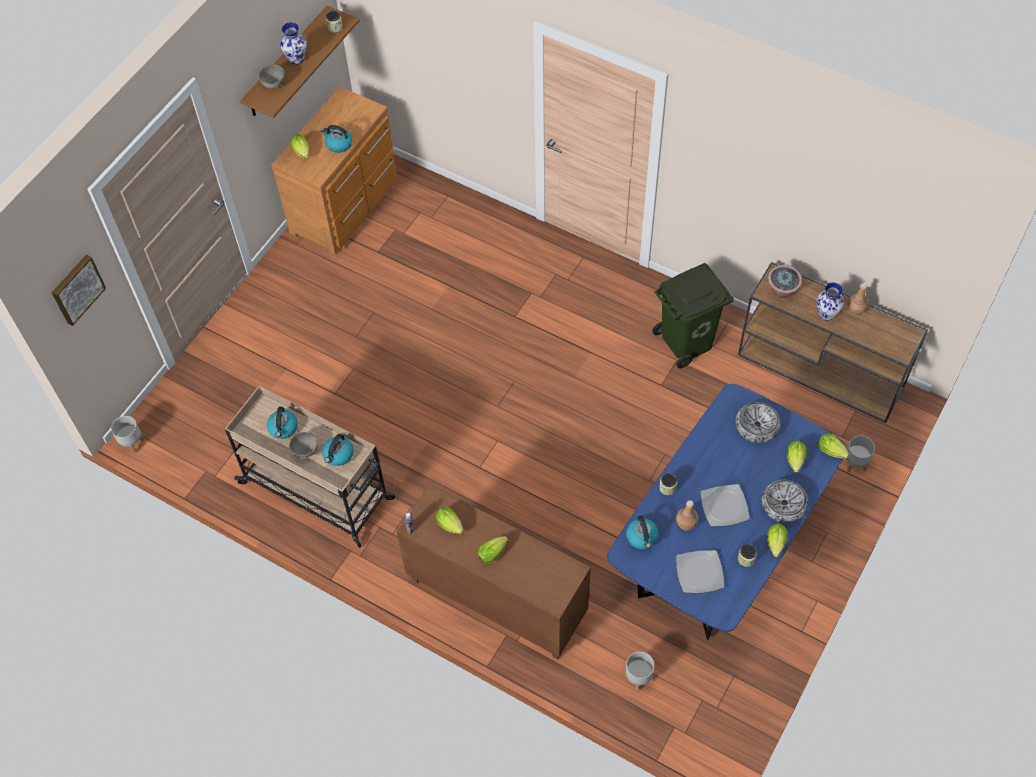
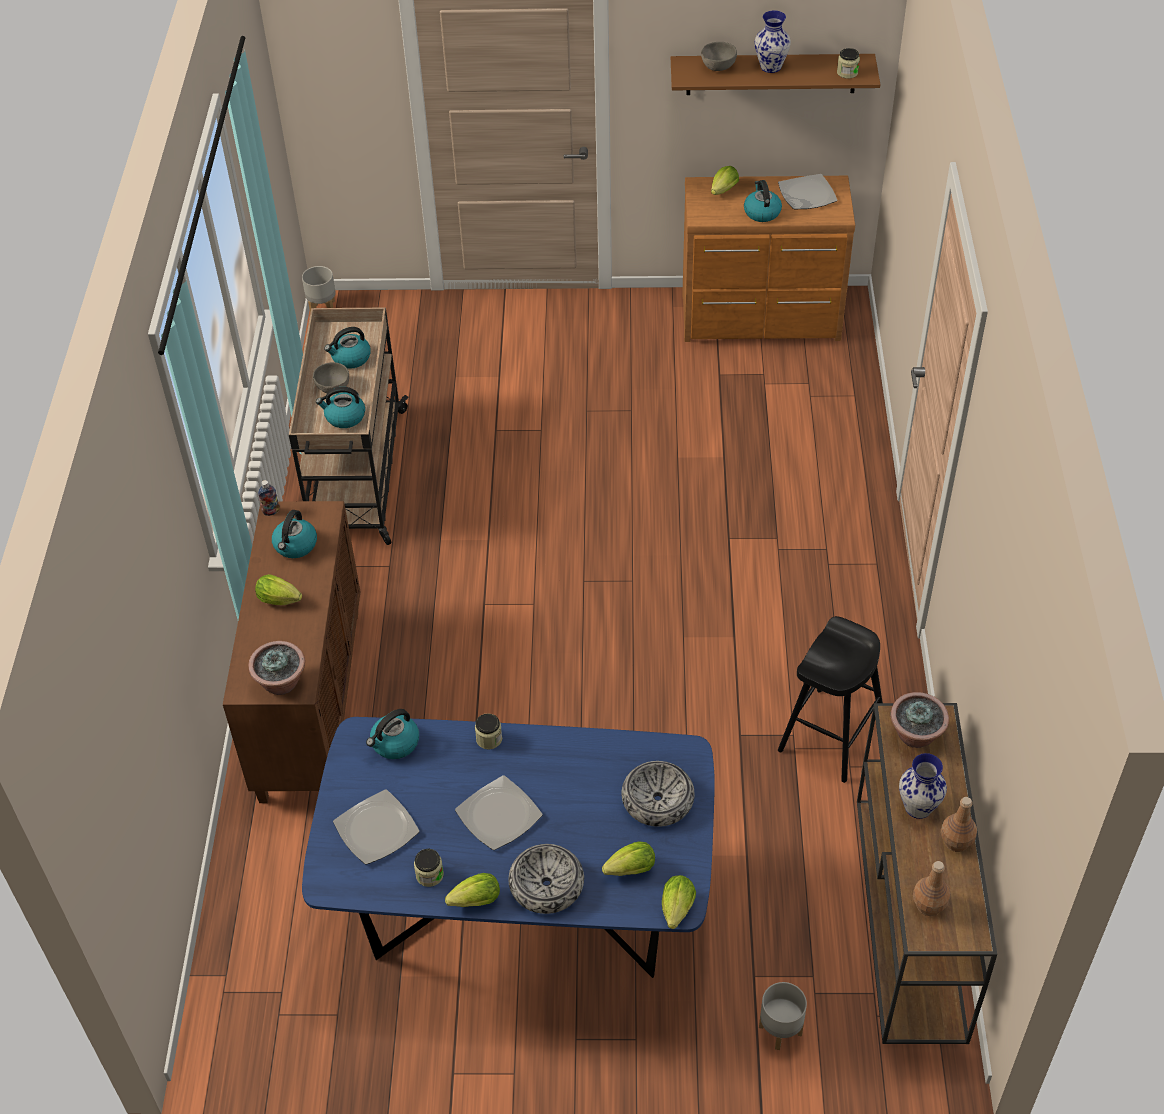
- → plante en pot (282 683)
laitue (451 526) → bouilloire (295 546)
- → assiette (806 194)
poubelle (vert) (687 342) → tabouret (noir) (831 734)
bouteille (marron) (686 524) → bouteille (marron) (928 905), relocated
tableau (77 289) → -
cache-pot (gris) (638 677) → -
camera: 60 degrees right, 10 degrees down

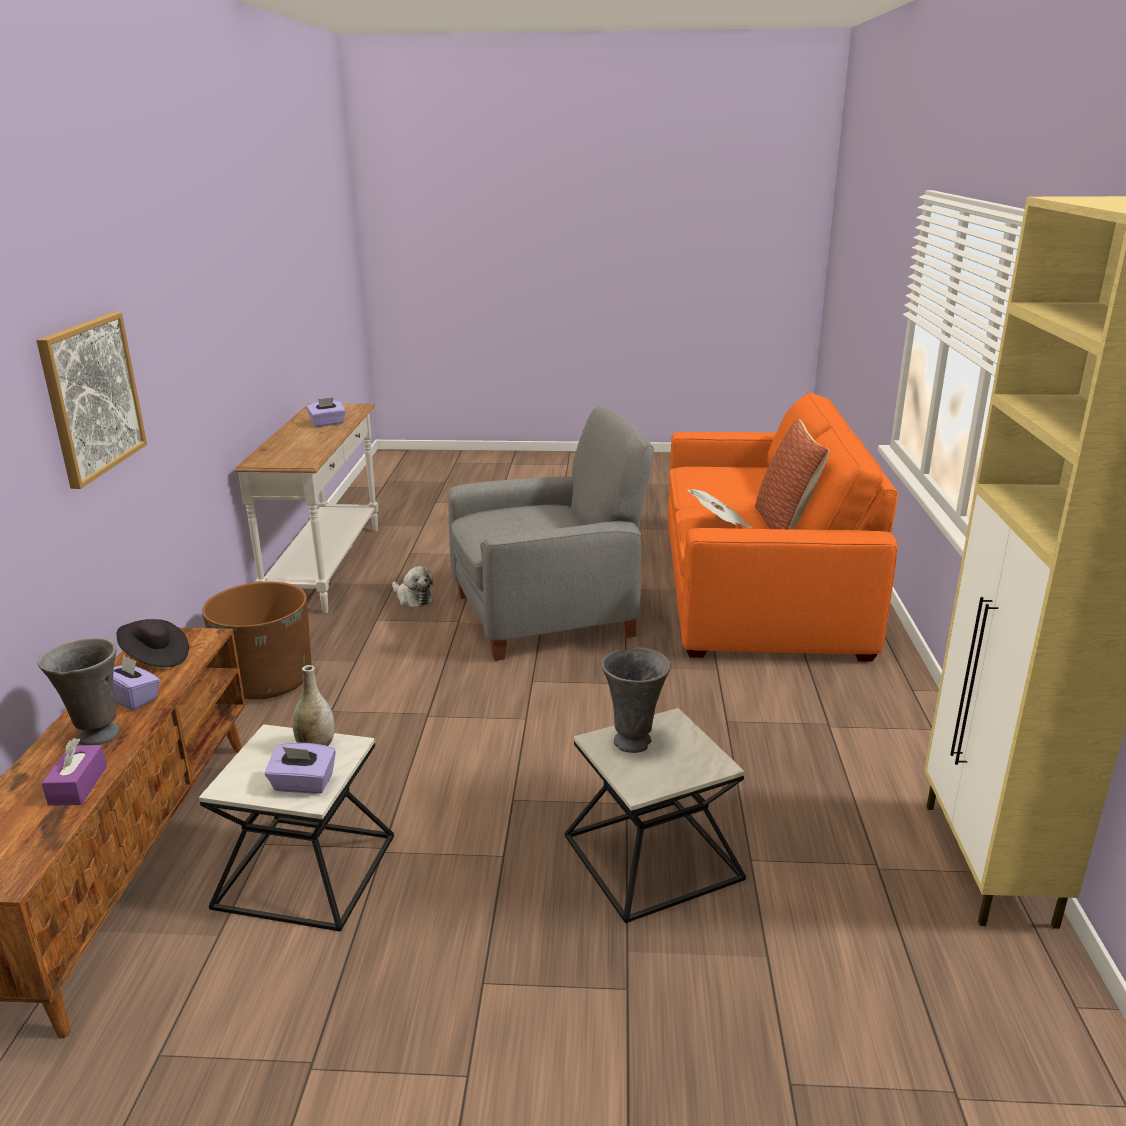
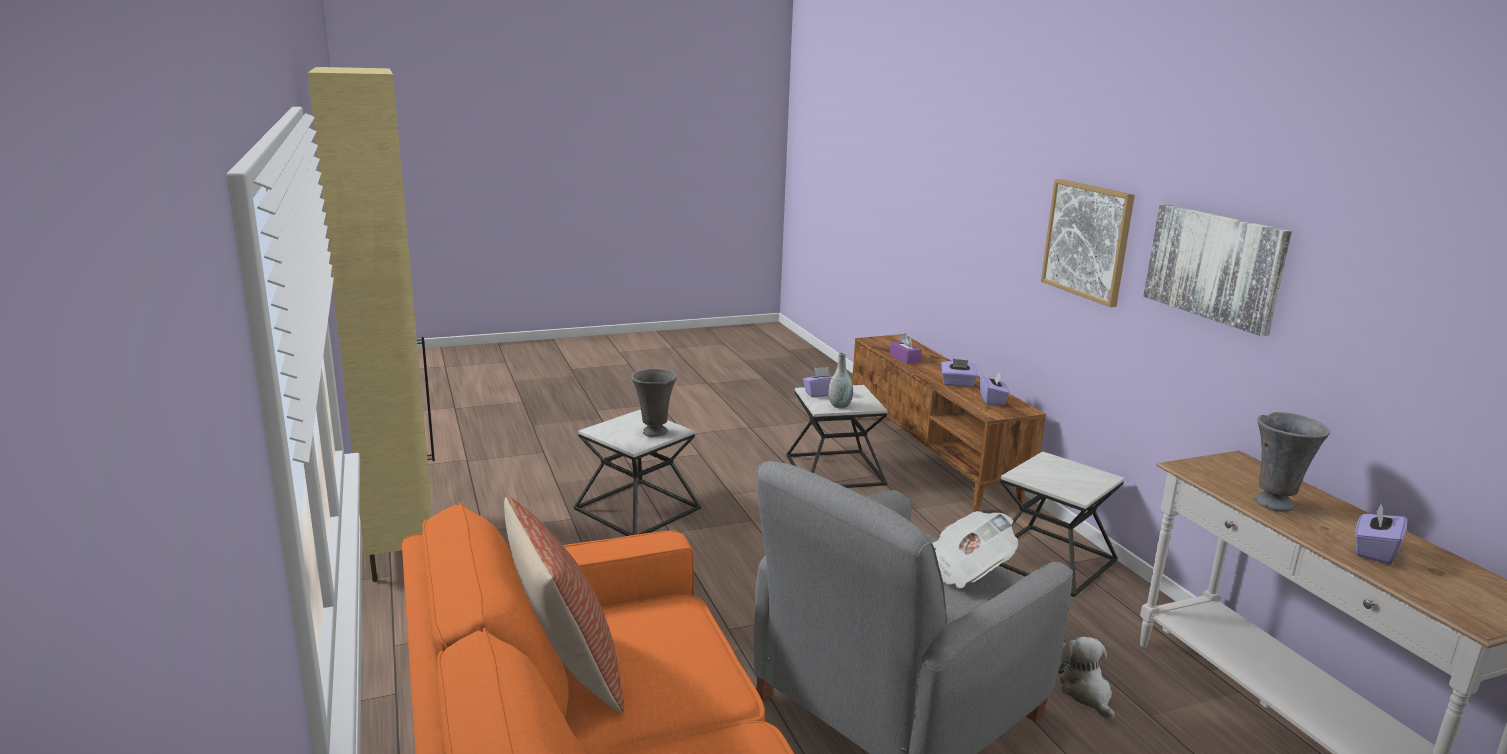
journal (719 525) → journal (964 570), relocated
chapeau (noir) (155 658) → boîte à mouchoirs (violet) (993 400)
cache-pot (marron) (267 681) → table d'appoint (1051 559)
peluche (413 598) → peluche (1087 693), 60 degrees clockwise
- → tableau (1214 266)
vase (gris) (97 736) → vase (gris) (1274 503), relocated
camera: 155 degrees right, 5 degrees down

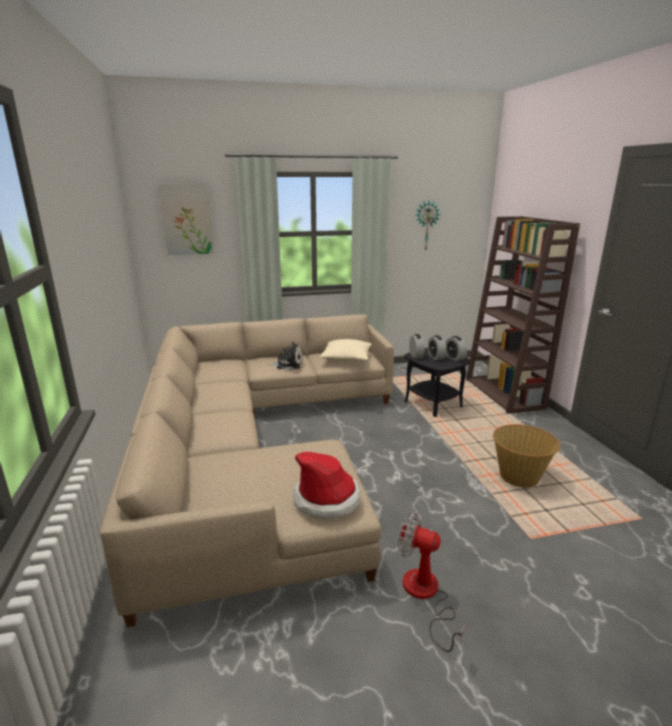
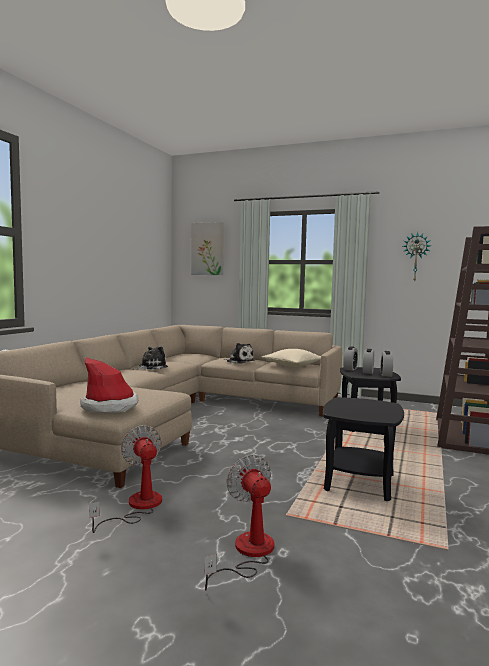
- → peluche (151 367)
- → ventilateur (247 553)
panier (519 477) → table d'appoint (noir) (359 483)
camera: 35 degrees right, 15 degrees down

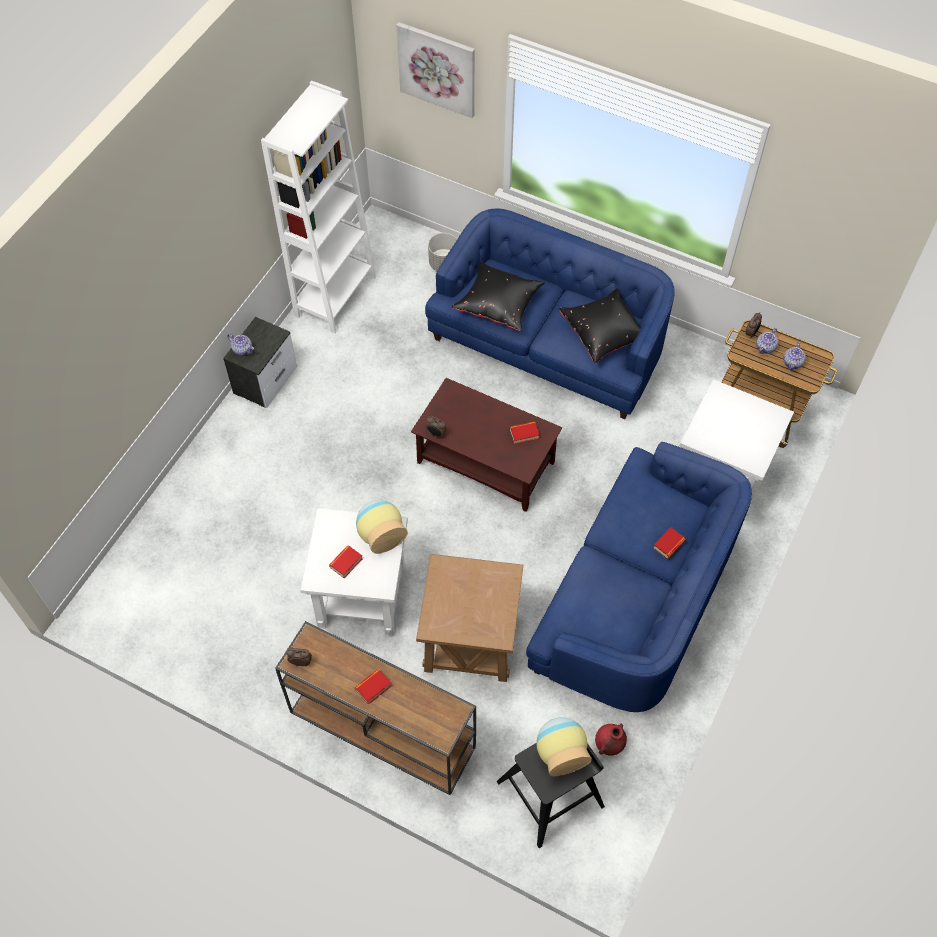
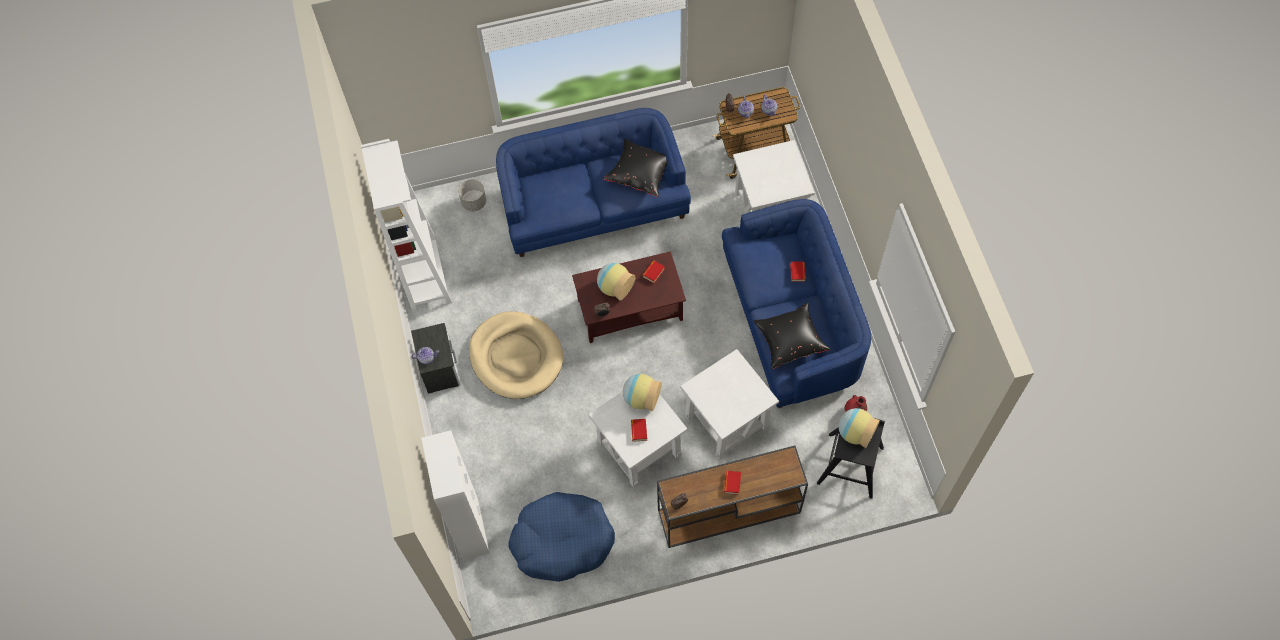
- → meuble de rangement (blanc) (470 529)
- → panier pour chien (beige) (516 357)
- → panier pour chien (bleu) (562 541)
- → vase (614 287)
table d'appoint (marron) (471 640) → table d'appoint (blanc) (726 420)
coussin (noir) (498 305) → coussin (noir) (789 340), relocated
tableau (437 68) → -
camera: 40 degrees left, 5 degrees up

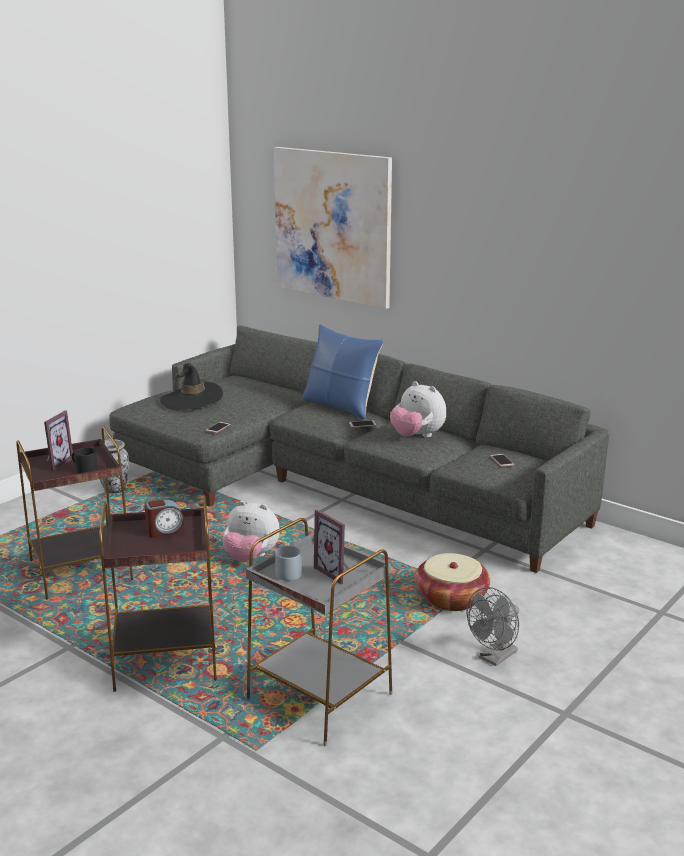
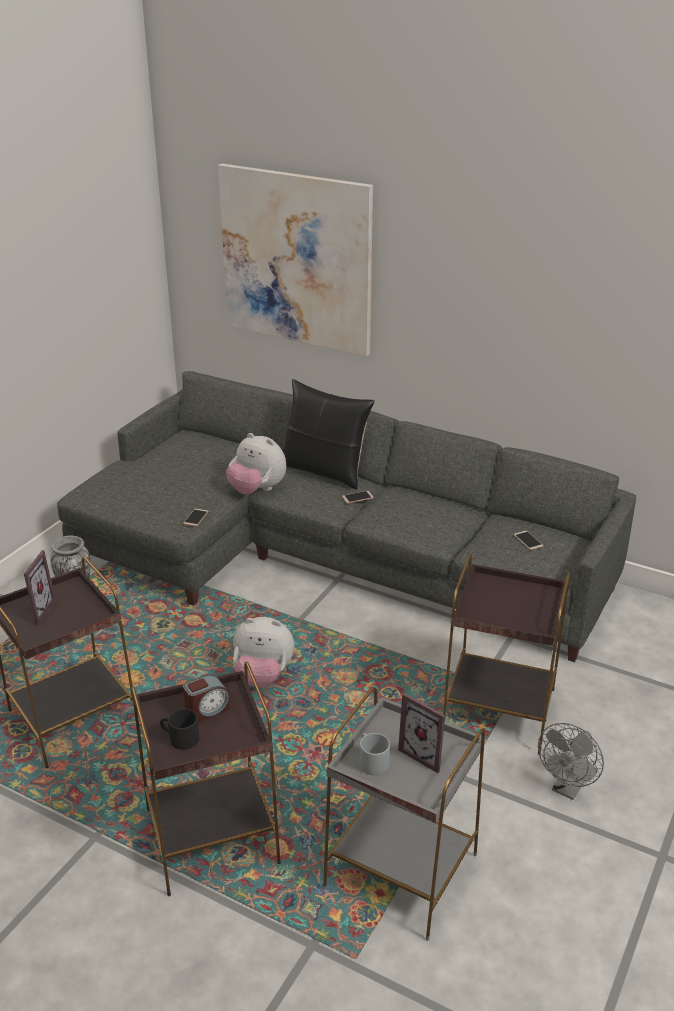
mug (noir) (83 469) → mug (noir) (179 738), relocated
peluche (417 436) → peluche (257 490), relocated
coussin (bleu) (340 406) → coussin (noir) (324 471)
panier (451 598) → table d'appoint (marron) (498 709)
chapeau (noir) (191 400) → -
camera: 10 degrees left, 10 degrees up

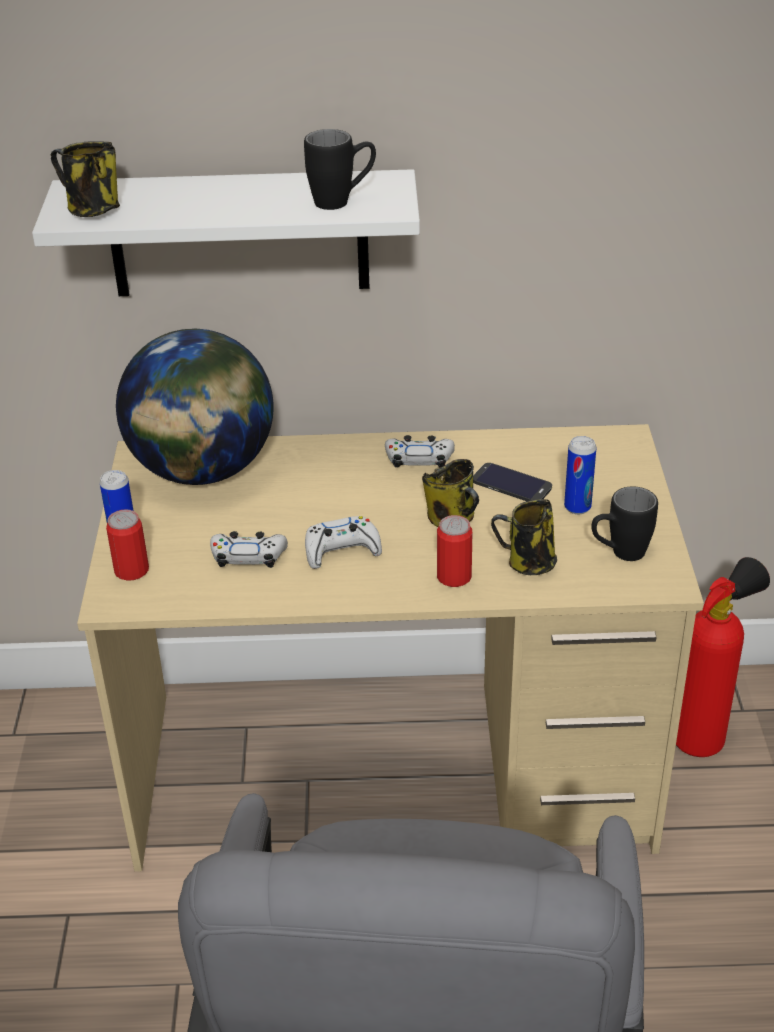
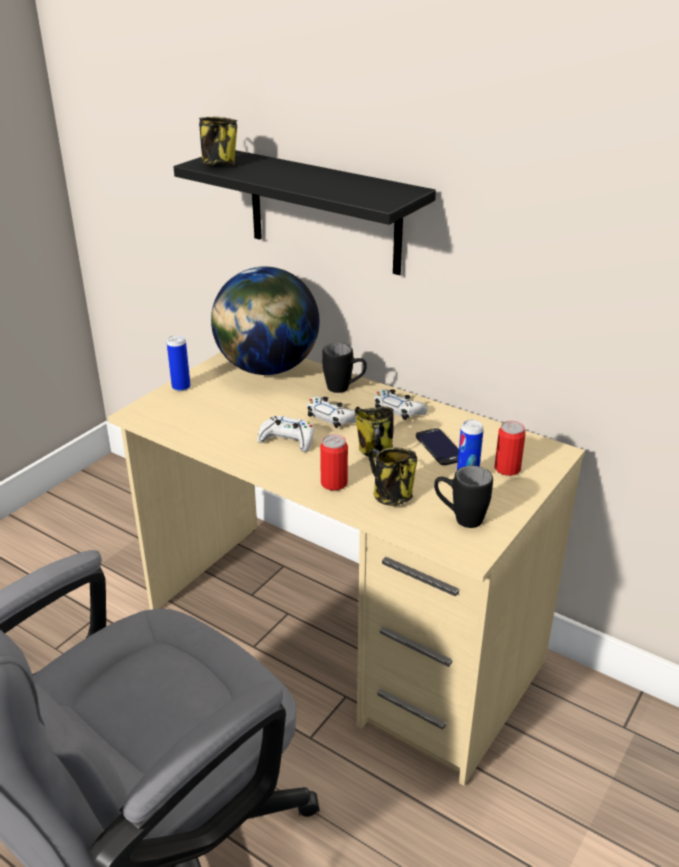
étagère (blanc) (239 234) → étagère (noir) (324 212)
manette (blanc) (248 556) → manette (blanc) (332 418), relocated
mug (noir) (342 201) → mug (noir) (344 389), relocated
boîte métallique (131 570) → boîte métallique (507 469), relocated
extincteur (704 737) → -
camera: 35 degrees right, 5 degrees down

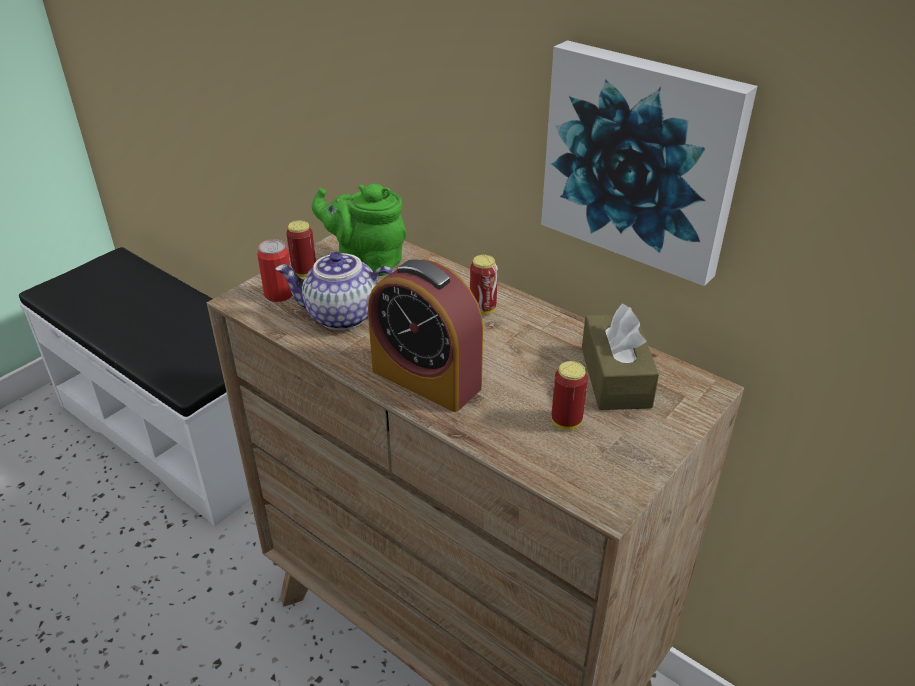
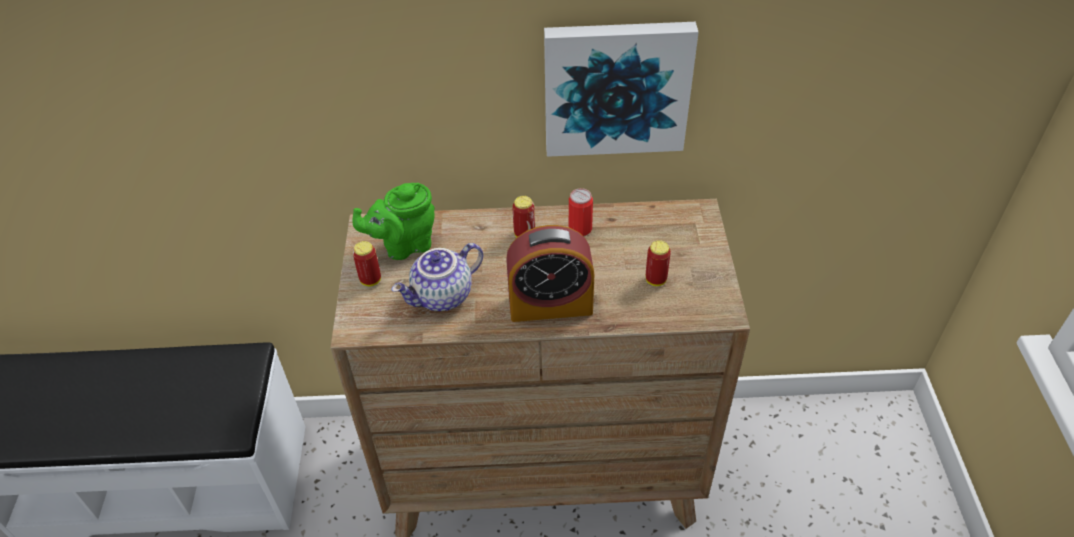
boîte métallique (279 294) → boîte métallique (580 228), relocated
boîte à mouchoirs (marron) (615 377) → -
camera: 40 degrees left, 10 degrees up

